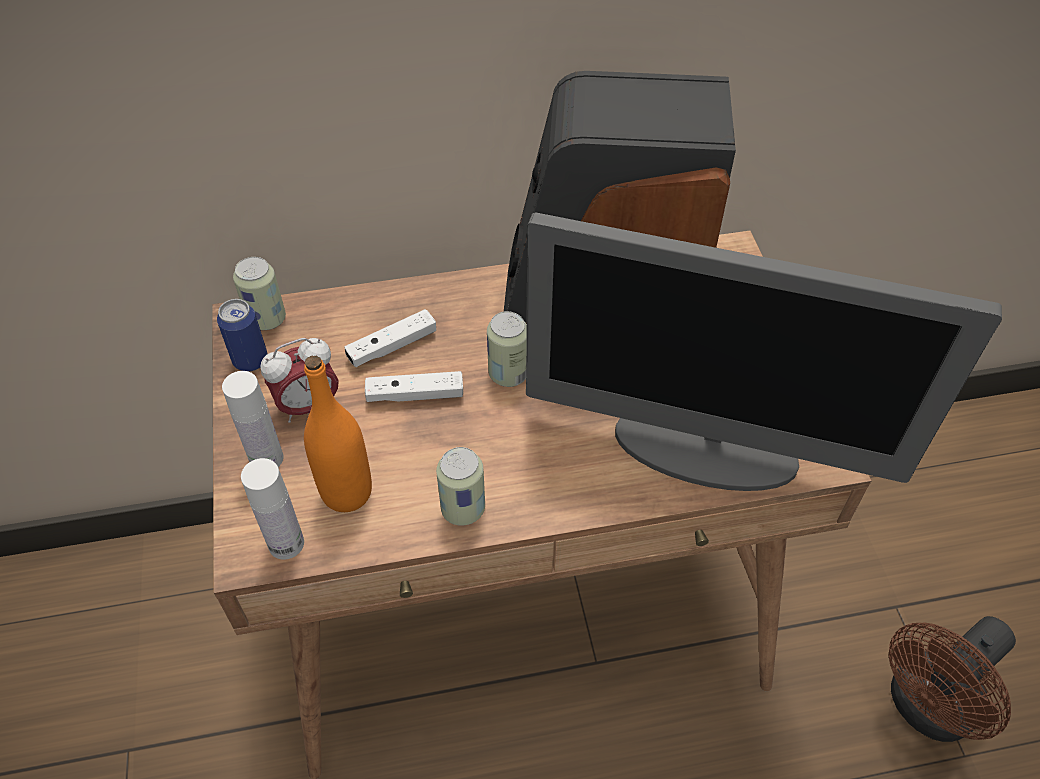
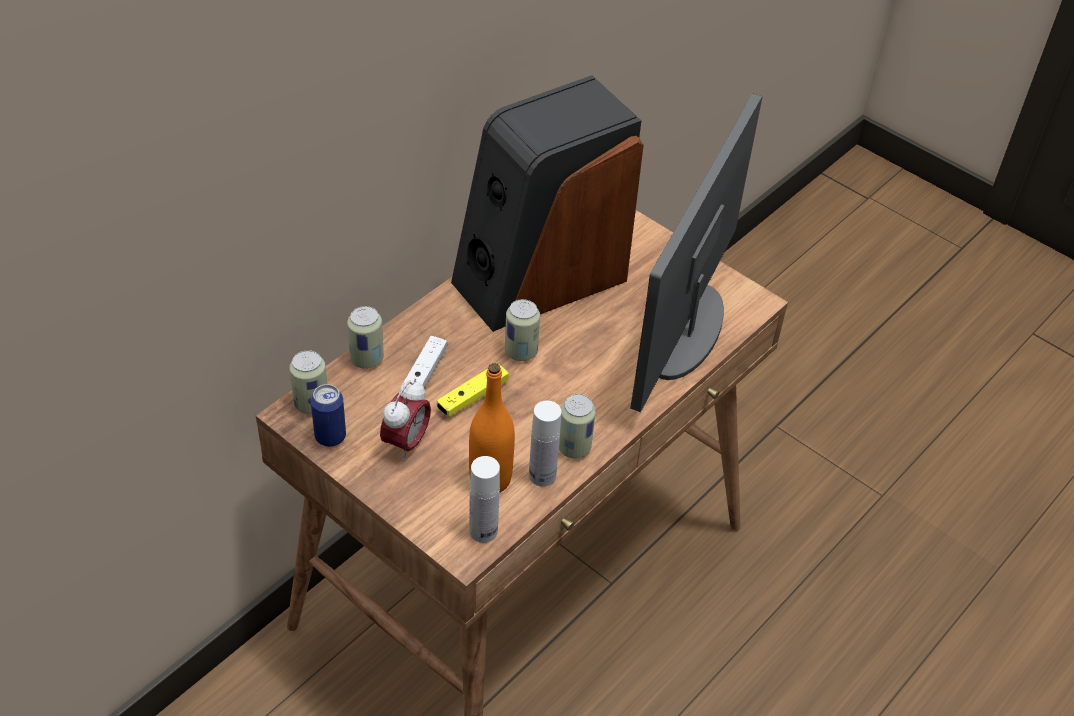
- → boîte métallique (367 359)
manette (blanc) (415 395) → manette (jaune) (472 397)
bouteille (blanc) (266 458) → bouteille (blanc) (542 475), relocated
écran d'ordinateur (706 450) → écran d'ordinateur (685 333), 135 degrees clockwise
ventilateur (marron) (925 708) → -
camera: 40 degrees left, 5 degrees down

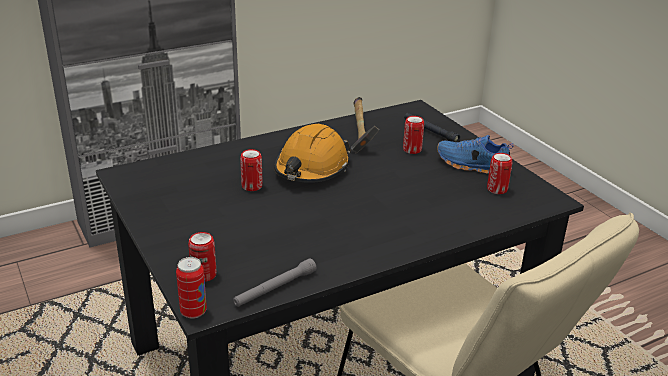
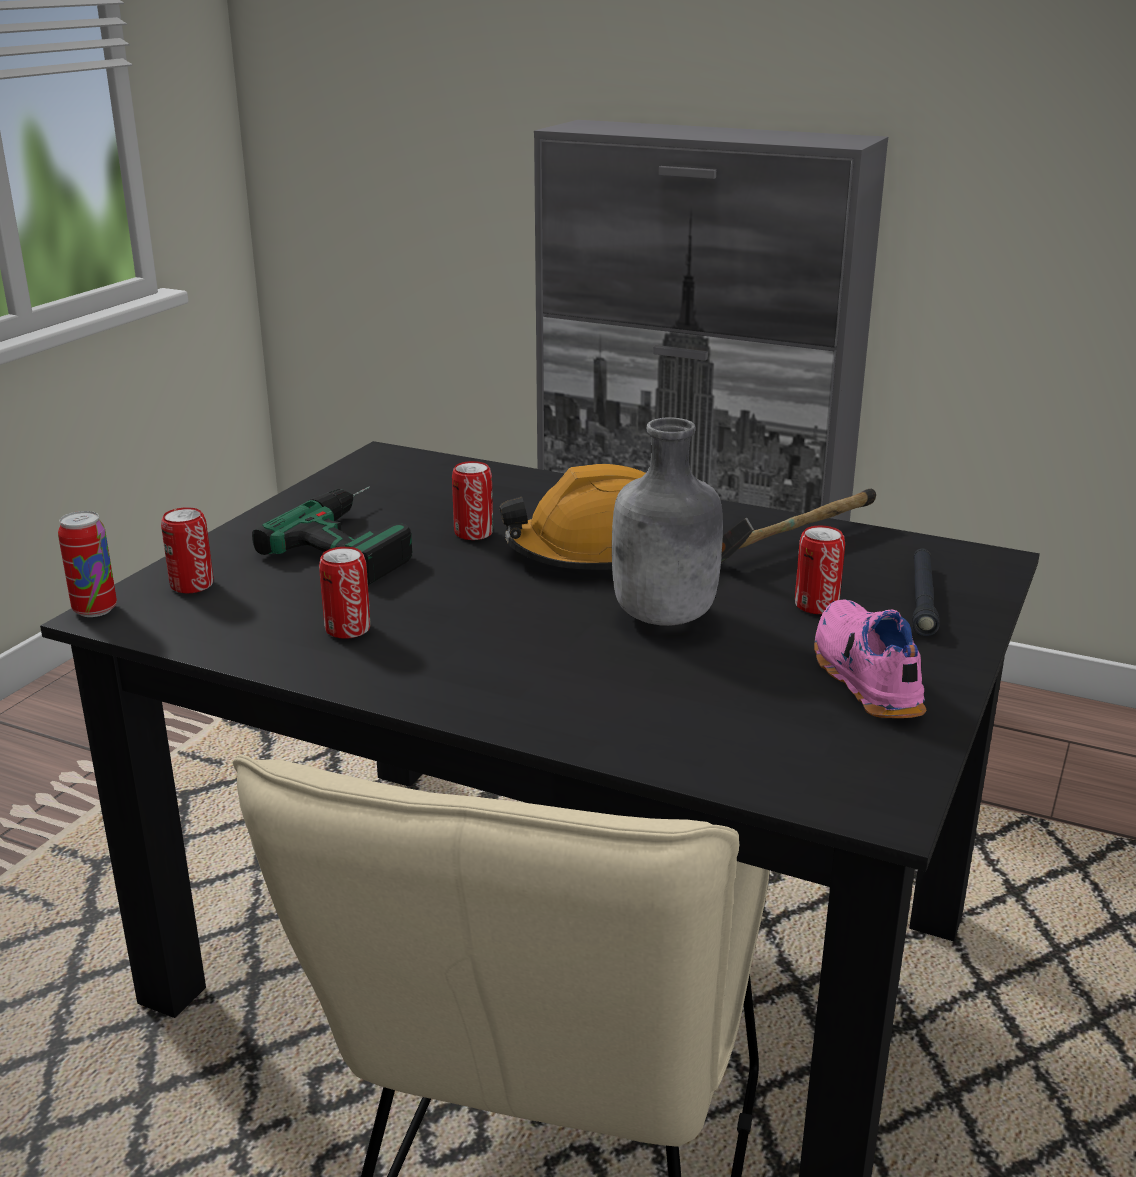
- → perceuse (360 540)
boîte métallique (497 189) → boîte métallique (348 629), relocated
- → bouteille (gris) (665 617)
chaussure (bleu) (472 166) → chaussure (rose) (863 678)
lampe de poche (gris) (275 288) → -
camera: 55 degrees right, 5 degrees down

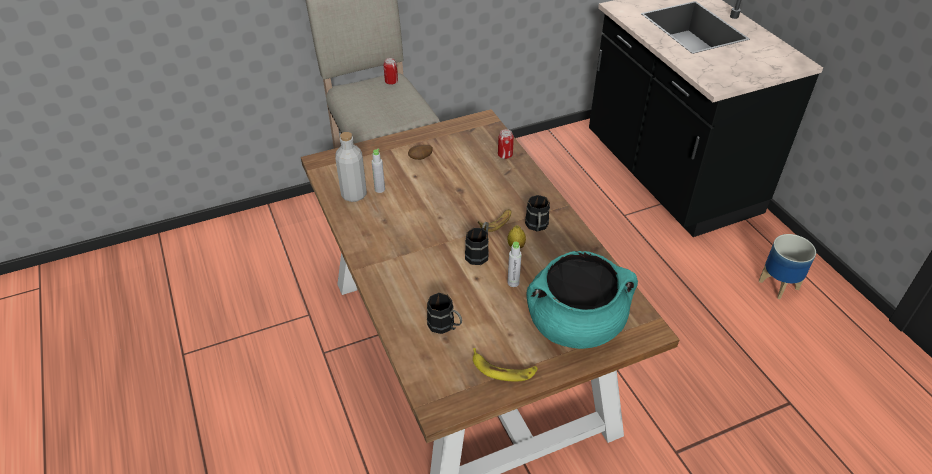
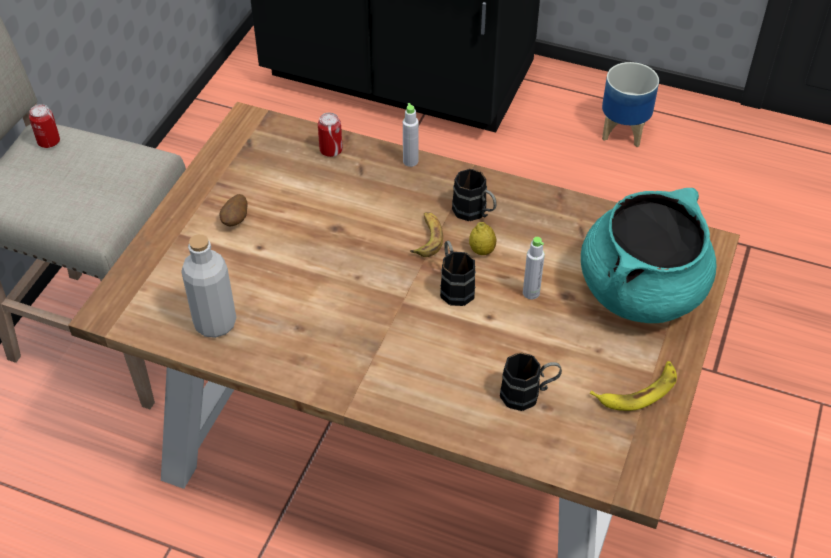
bouteille (gris) (379 189) → bouteille (gris) (410 161), relocated
camera: 45 degrees left, 5 degrees up

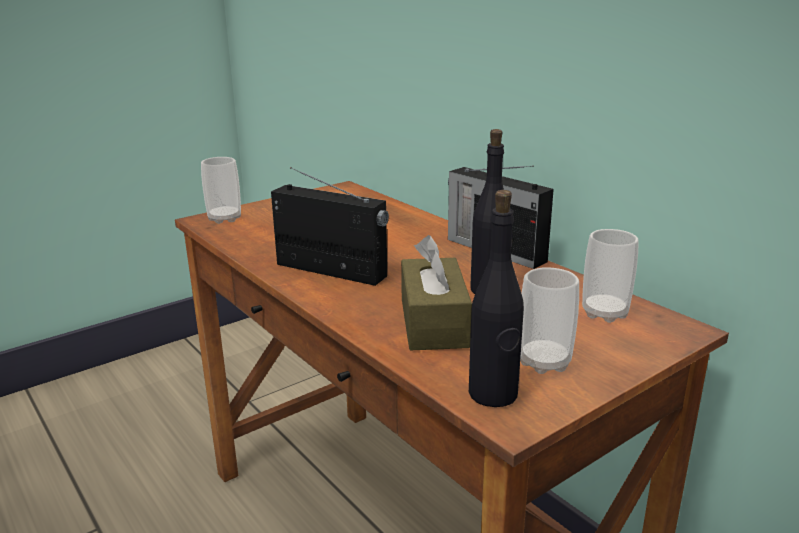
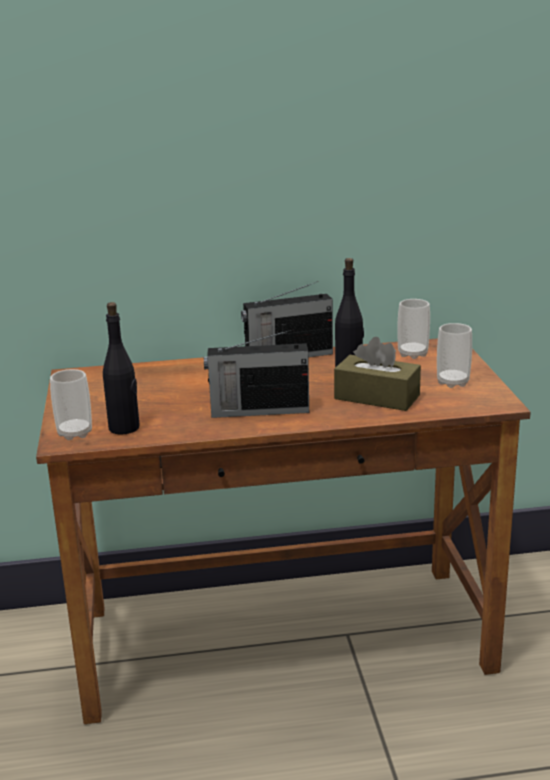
bouteille (noir) (493 394) → bouteille (noir) (124 428), relocated
radio (332 271) → radio (257 410), 150 degrees counterclockwise
camera: 60 degrees left, 0 degrees up

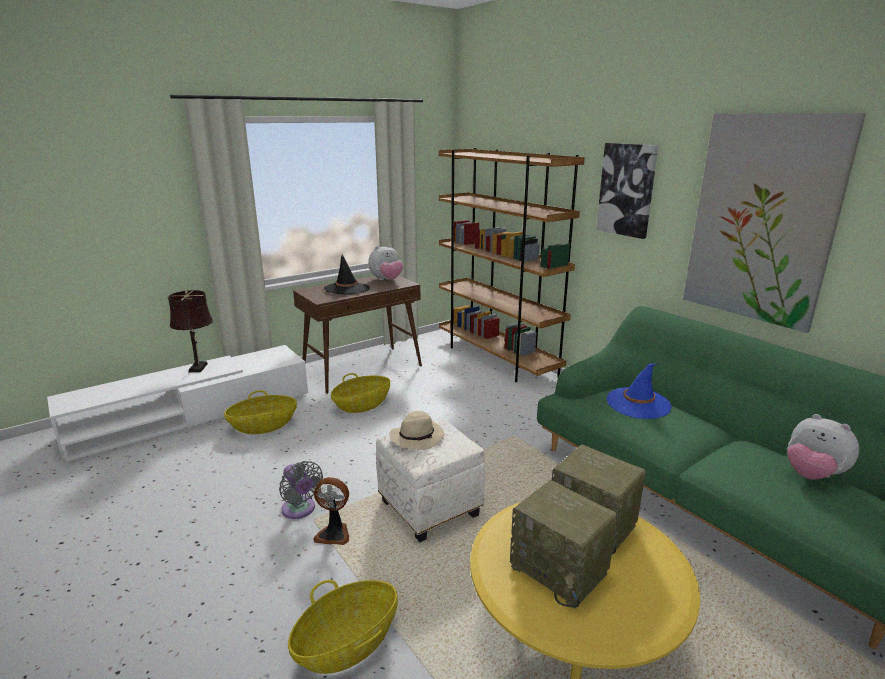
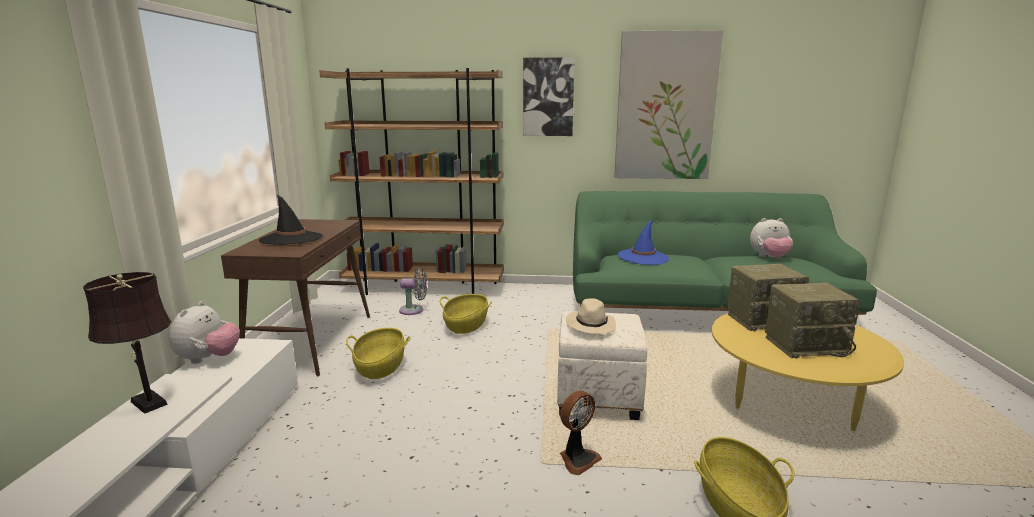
peluche (386 280) → peluche (208 359), relocated
ventilateur (gris) (300 510) → ventilateur (gris) (414 310), relocated
panier (263 426) → panier (466 325), relocated
camera: 50 degrees left, 5 degrees down

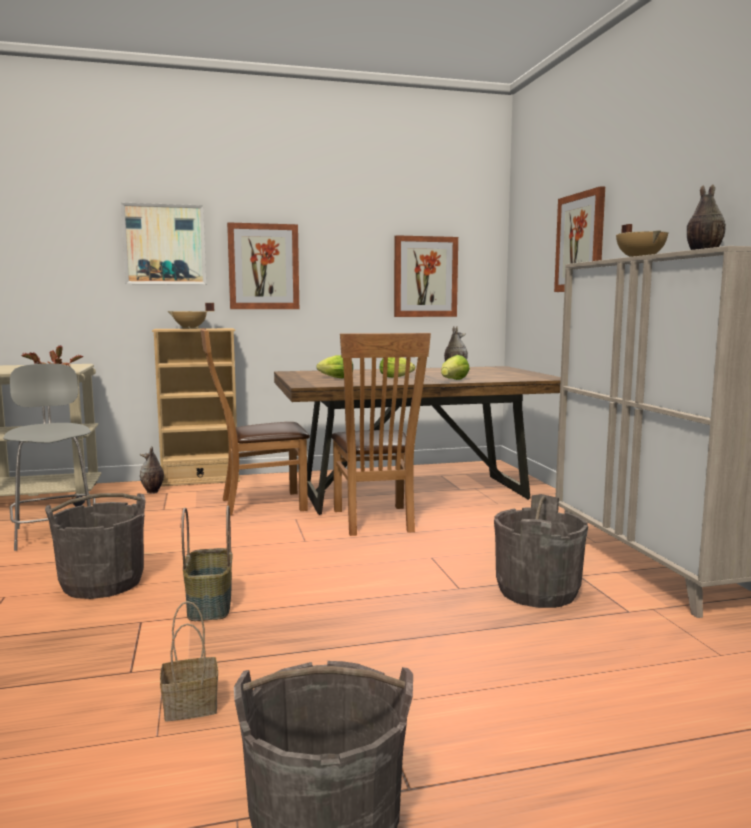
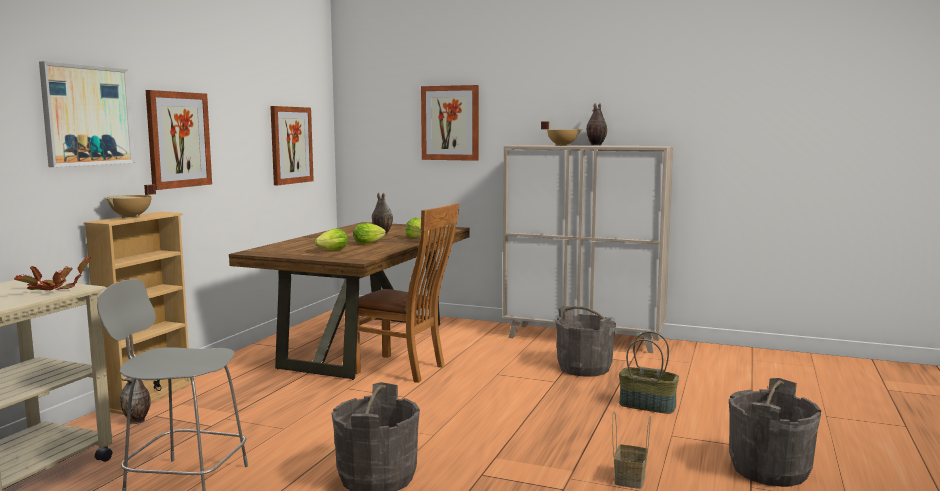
panier (211 604) → panier (648 405), relocated
chaise (marron) (257 504) → -
camera: 55 degrees left, 0 degrees up

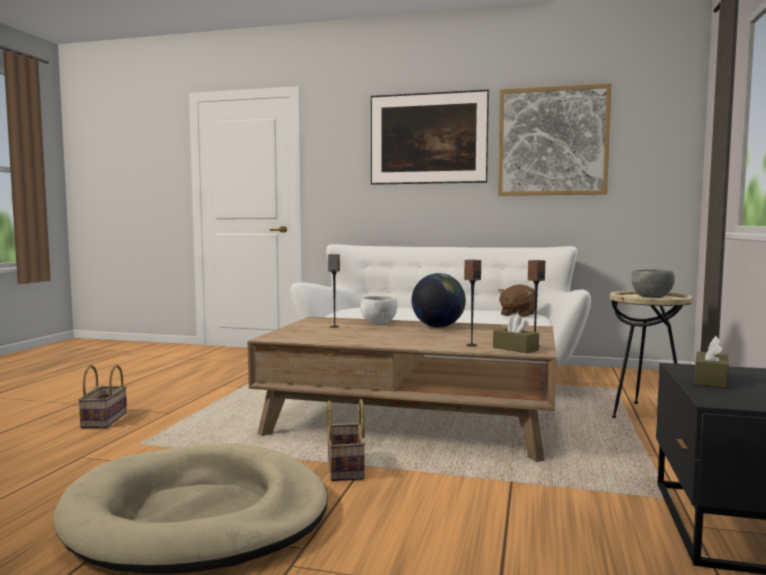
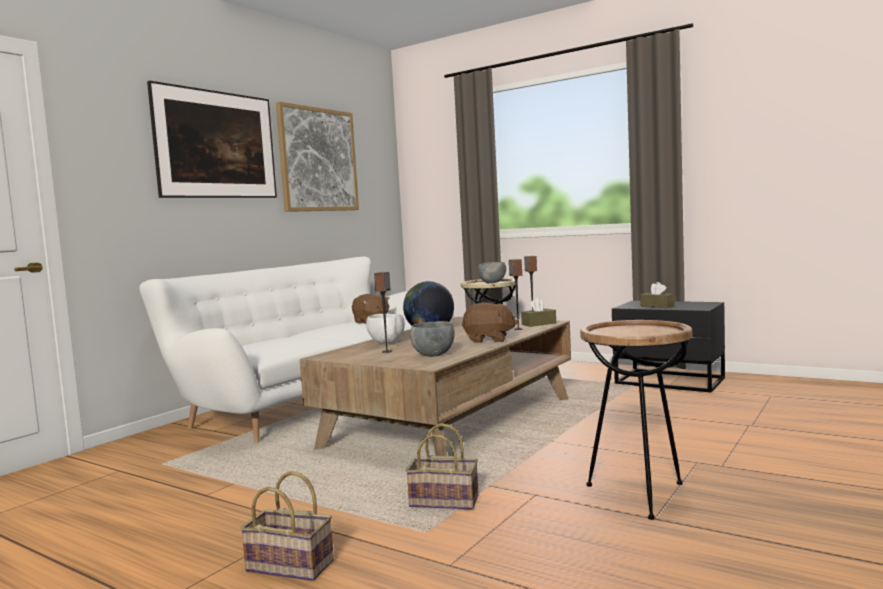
panier (346 469) → panier (446 501), relocated
- → bol (gris) (433 355)
- → peluche (marron) (489 340)
panier pour chien (beige) (198 515) → table d'appoint (marron) (639 495)
camera: 70 degrees left, 0 degrees up

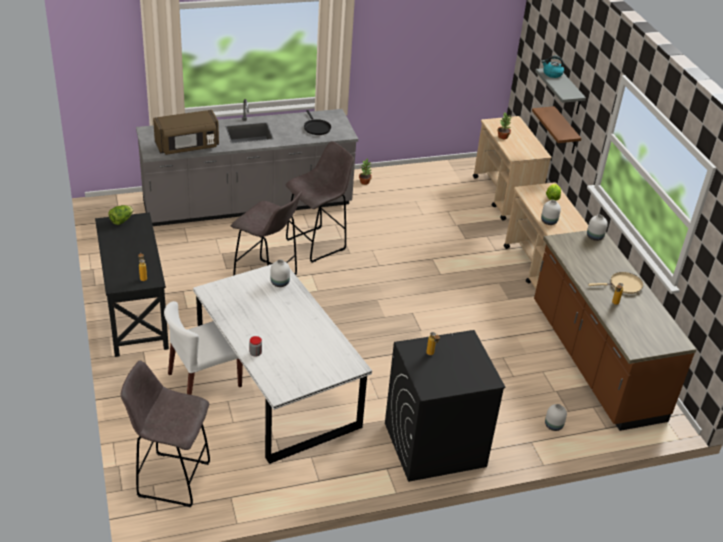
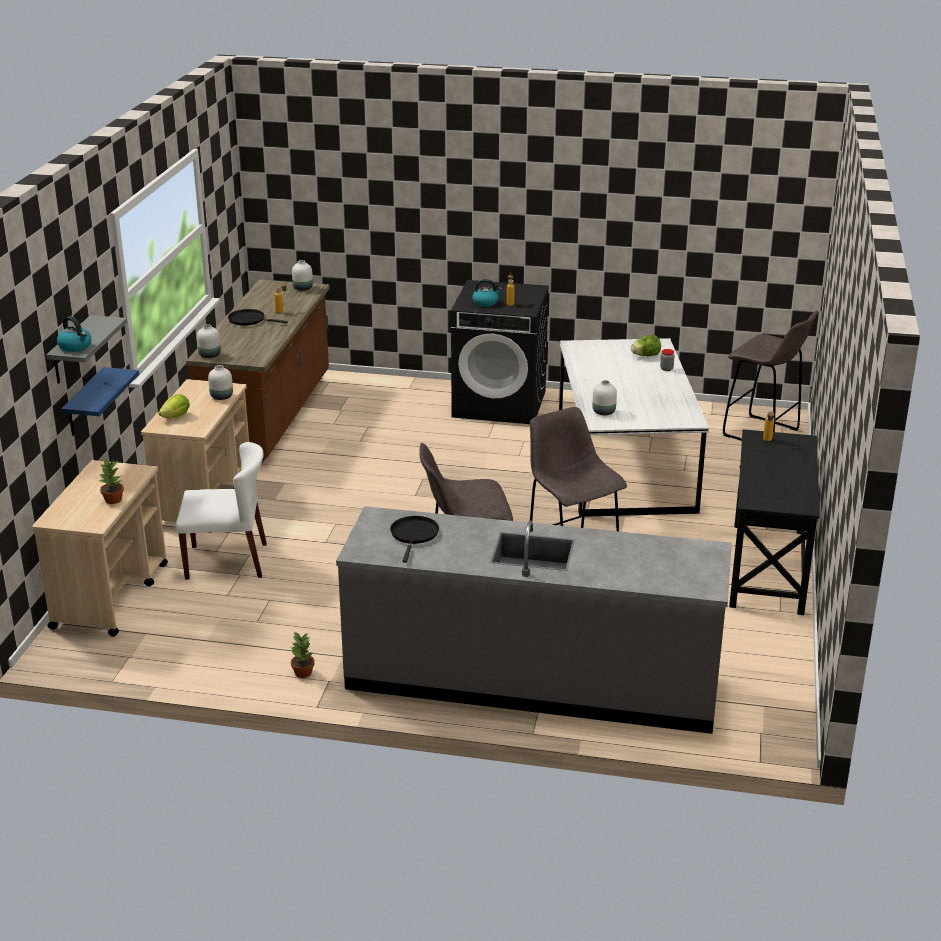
étagère (marron) (565 131) → étagère (bleu) (85 403)
chaise (blanc) (204 380) → chaise (blanc) (227 561), relocated
poêle (beige) (623 285) → poêle (noir) (249 320)
vase (blanc) (553 425) → vase (blanc) (303 288), relocated
- → bouilloire (486 302)
laitue (121 220) → laitue (645 356), relocated
micro-ondes (marron) (187 146) → -
camera: 150 degrees left, 10 degrees down

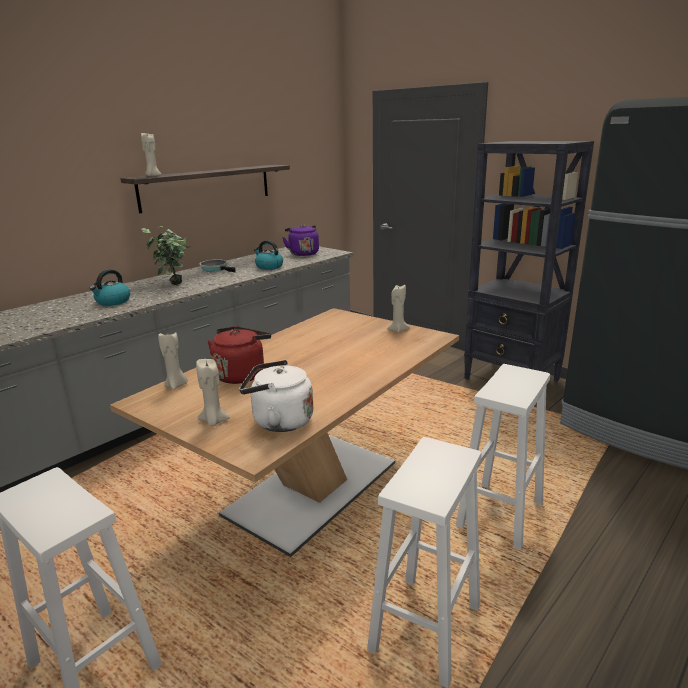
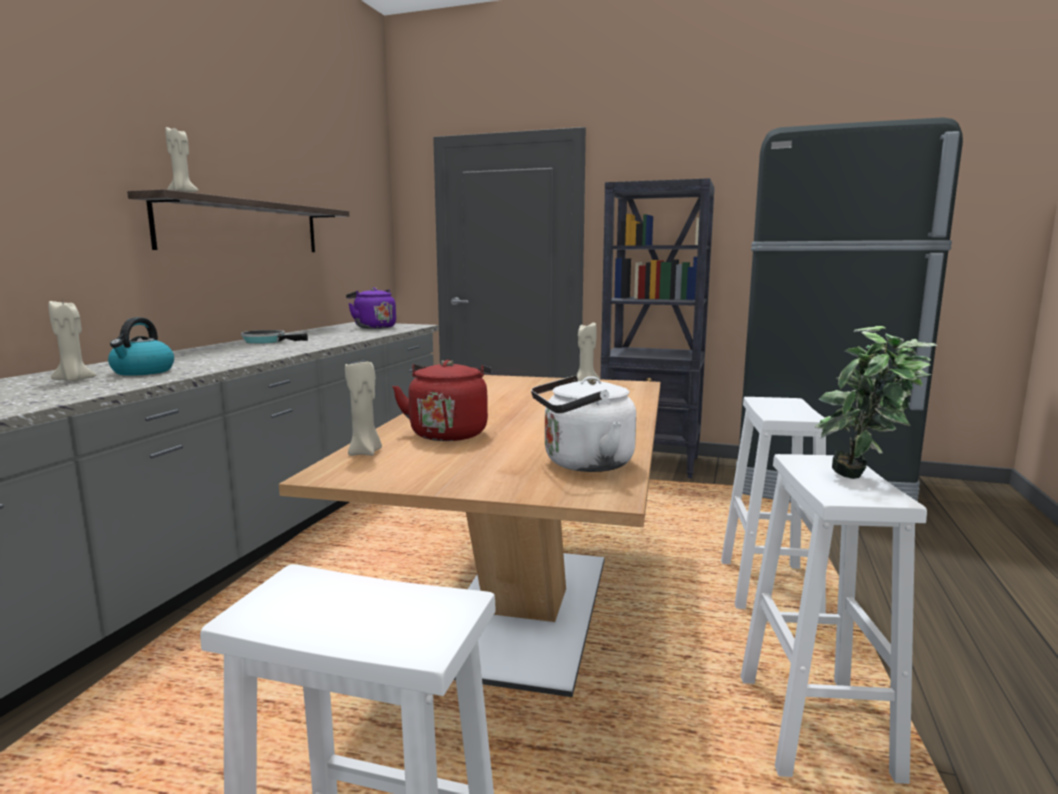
bougie (beige) (214 421) → bougie (beige) (74 380), relocated
plante en pot (173 285) → plante en pot (863 481), relocated
bouilloire (269 267) → -
camera: 25 degrees left, 10 degrees down

